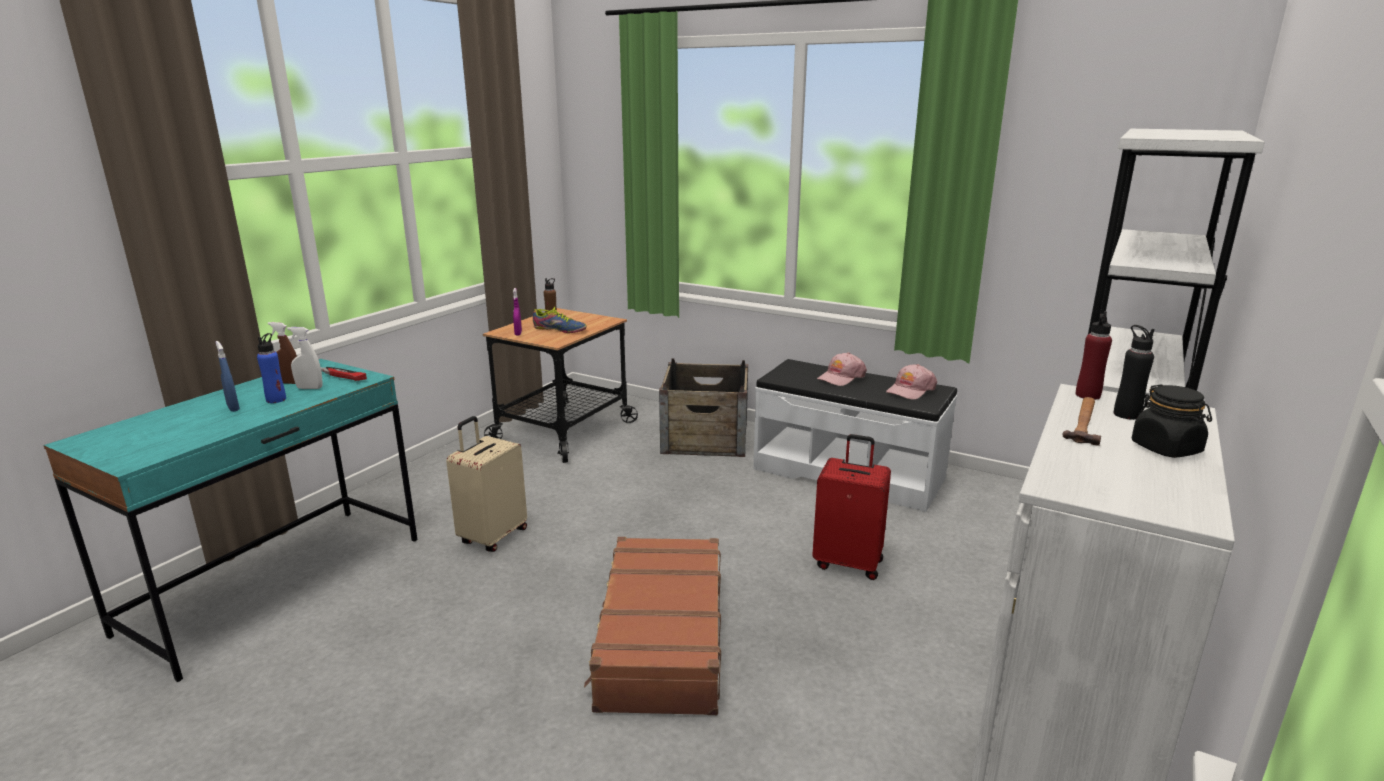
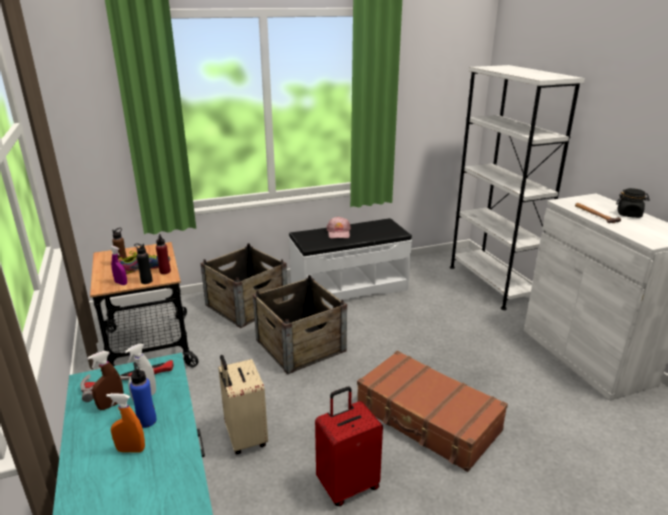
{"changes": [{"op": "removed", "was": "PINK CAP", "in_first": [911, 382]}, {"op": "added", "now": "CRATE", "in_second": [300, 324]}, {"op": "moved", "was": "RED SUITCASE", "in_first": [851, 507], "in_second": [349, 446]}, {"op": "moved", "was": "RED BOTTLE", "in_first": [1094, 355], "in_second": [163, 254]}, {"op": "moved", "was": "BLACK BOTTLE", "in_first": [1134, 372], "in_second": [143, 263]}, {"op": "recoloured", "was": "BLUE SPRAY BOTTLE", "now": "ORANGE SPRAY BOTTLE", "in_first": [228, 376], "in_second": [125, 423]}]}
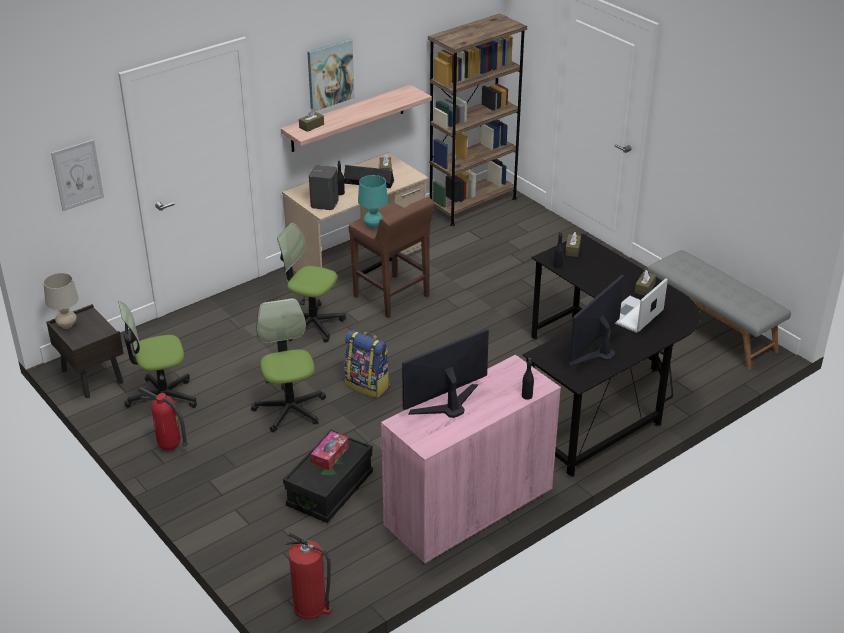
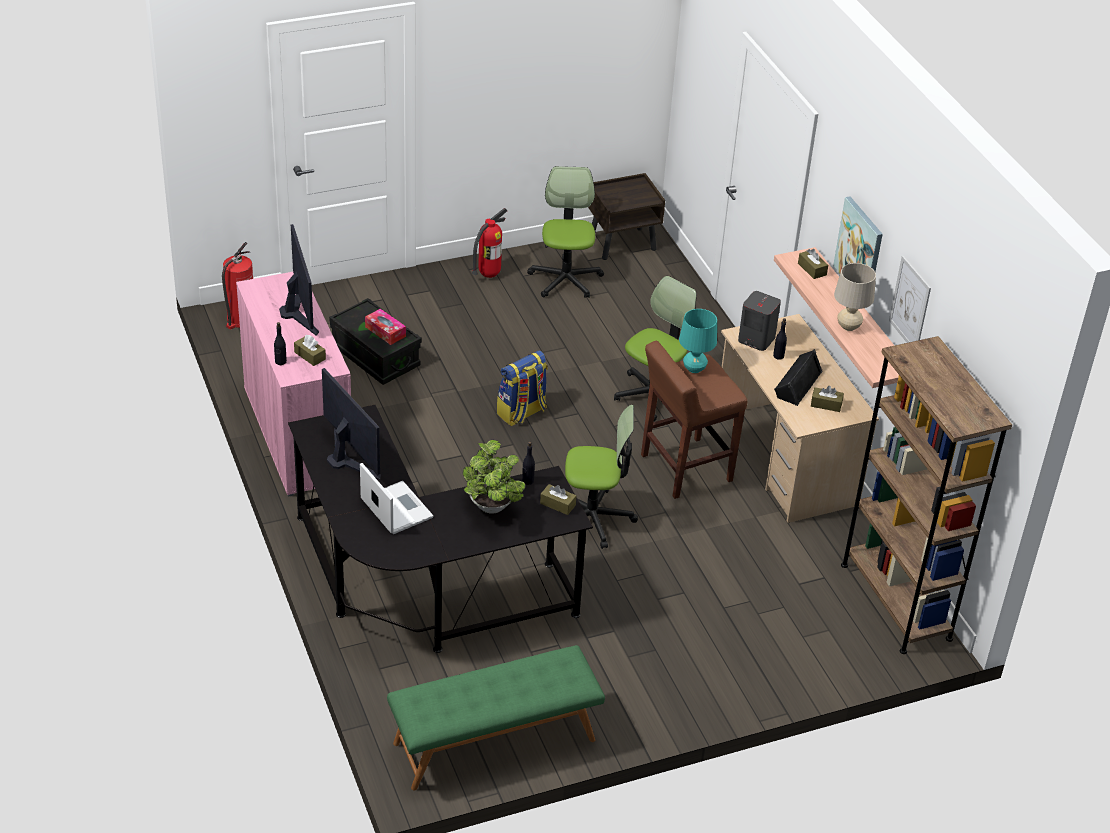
{"changes": [{"op": "added", "now": "POTTED PLANT", "in_second": [494, 477]}, {"op": "moved", "was": "BEIGE TABLE LAMP", "in_first": [61, 301], "in_second": [855, 297]}, {"op": "moved", "was": "PICTURE", "in_first": [77, 175], "in_second": [910, 299]}, {"op": "moved", "was": "OFFICE CHAIR", "in_first": [288, 365], "in_second": [601, 477]}, {"op": "moved", "was": "BROWN TISSUE BOX", "in_first": [645, 283], "in_second": [310, 350]}, {"op": "recoloured", "was": "GREY BENCH", "now": "GREEN BENCH", "in_first": [719, 310], "in_second": [496, 718]}]}
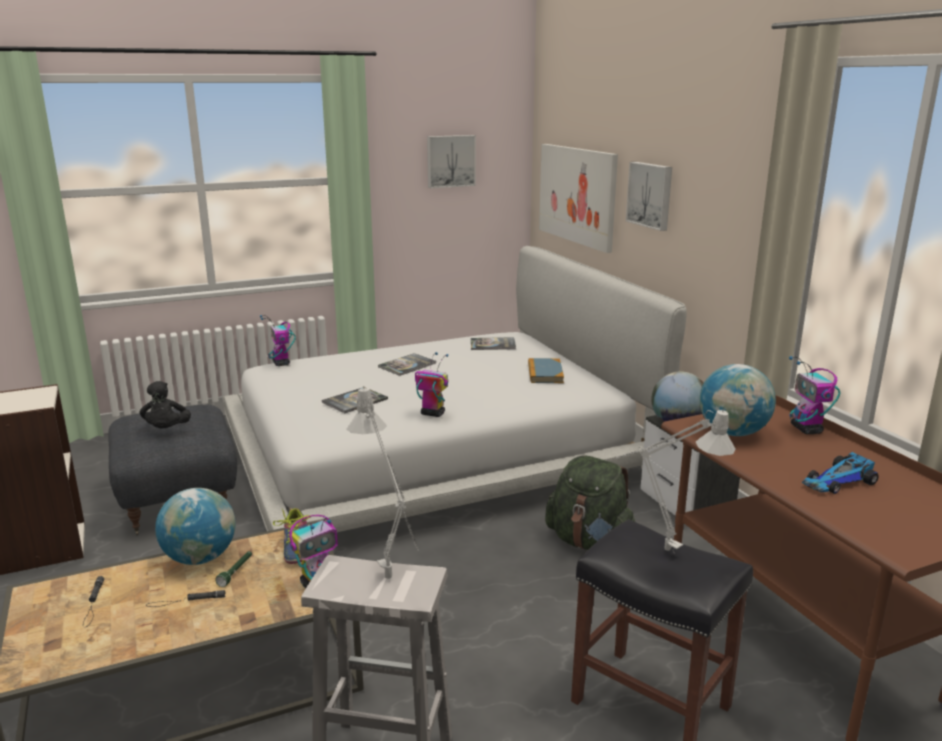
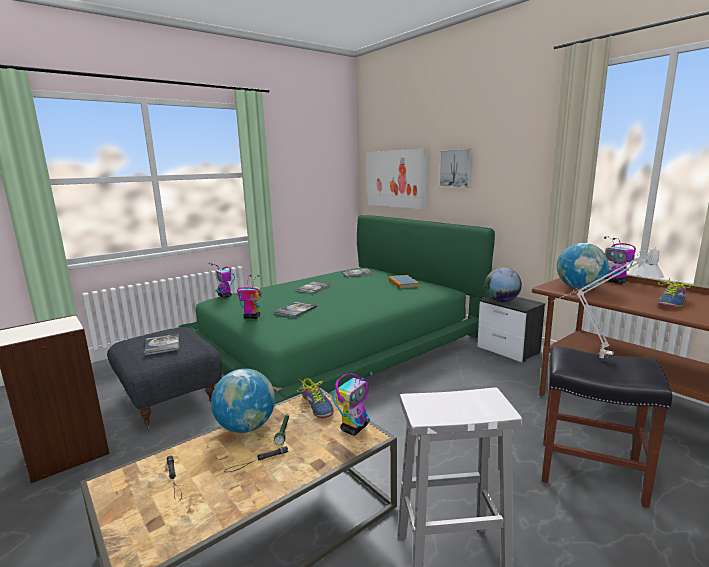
{"changes": [{"op": "removed", "was": "GREY TABLE LAMP", "in_first": [382, 482]}, {"op": "removed", "was": "PICTURE", "in_first": [451, 161]}, {"op": "removed", "was": "GREEN BACKPACK", "in_first": [590, 503]}, {"op": "moved", "was": "TOY ROBOT", "in_first": [431, 384], "in_second": [249, 297]}, {"op": "replaced", "was": "BLACK PLUSH TOY", "now": "BOOK", "in_first": [165, 405], "in_second": [162, 344]}, {"op": "replaced", "was": "TOY CAR", "now": "SHOE", "in_first": [840, 473], "in_second": [674, 292]}, {"op": "recoloured", "was": "WHITE BED", "now": "GREEN BED", "in_first": [455, 389], "in_second": [337, 309]}]}
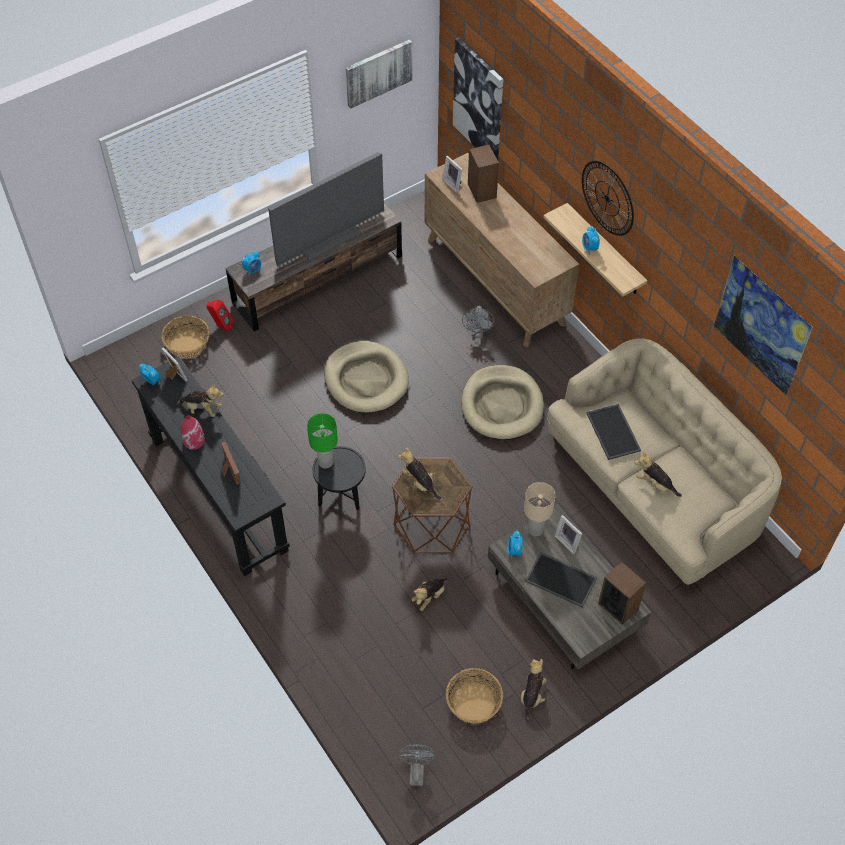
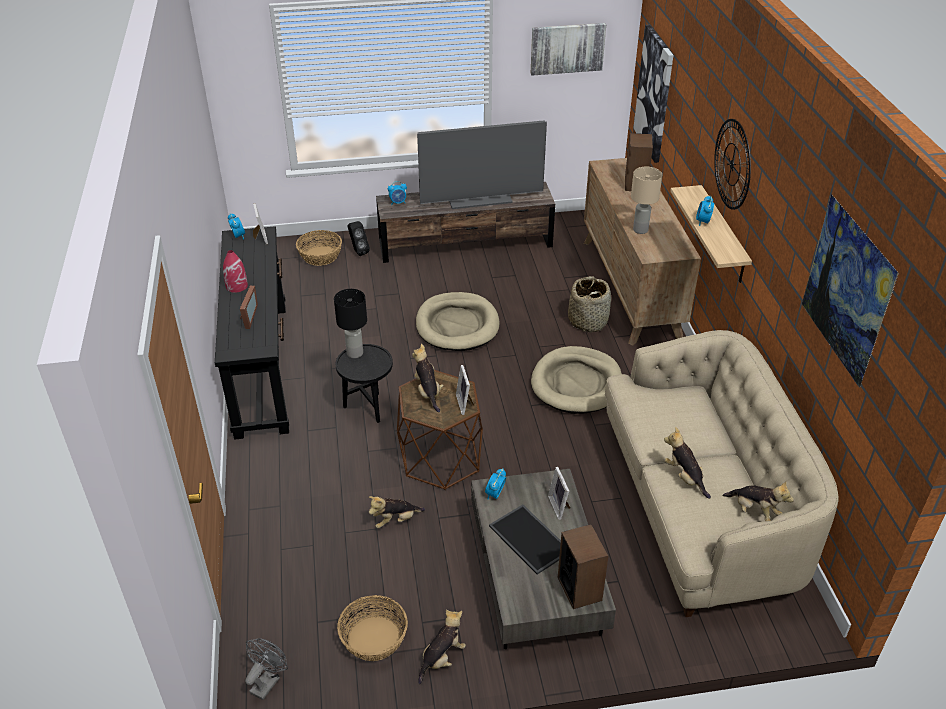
{"changes": [{"op": "removed", "was": "TRAY", "in_first": [613, 432]}, {"op": "moved", "was": "PLUSH TOY", "in_first": [200, 400], "in_second": [758, 501]}, {"op": "moved", "was": "PICTURE FRAME", "in_first": [452, 174], "in_second": [465, 390]}, {"op": "moved", "was": "BEIGE TABLE LAMP", "in_first": [540, 509], "in_second": [646, 200]}, {"op": "replaced", "was": "GREY FAN", "now": "BASKET", "in_first": [478, 322], "in_second": [589, 304]}, {"op": "recoloured", "was": "RED SPEAKER", "now": "BLACK SPEAKER", "in_first": [220, 316], "in_second": [359, 238]}, {"op": "recoloured", "was": "GREEN TABLE LAMP", "now": "BLACK TABLE LAMP", "in_first": [322, 440], "in_second": [350, 323]}]}
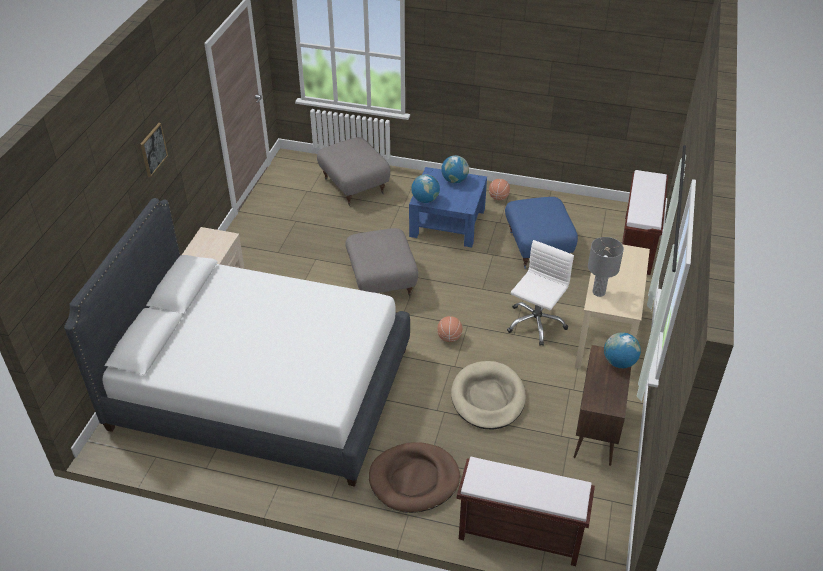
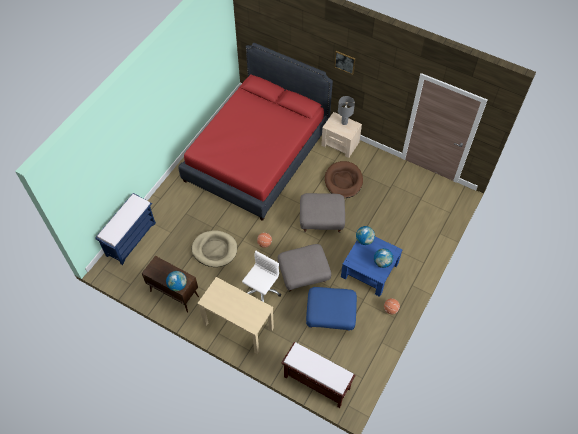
{"changes": [{"op": "moved", "was": "GREY OTTOMAN", "in_first": [353, 171], "in_second": [304, 268]}, {"op": "moved", "was": "BROWN DOG BED", "in_first": [414, 477], "in_second": [344, 179]}, {"op": "moved", "was": "GREY TABLE LAMP", "in_first": [606, 267], "in_second": [346, 110]}, {"op": "recoloured", "was": "WHITE BED", "now": "RED BED", "in_first": [237, 342], "in_second": [256, 132]}, {"op": "recoloured", "was": "BROWN BENCH", "now": "BLUE BENCH", "in_first": [525, 511], "in_second": [125, 229]}, {"op": "turned", "was": "WHITE OFFICE CHAIR", "in_first": [540, 293], "in_second": [261, 276], "clockwise": -105}]}
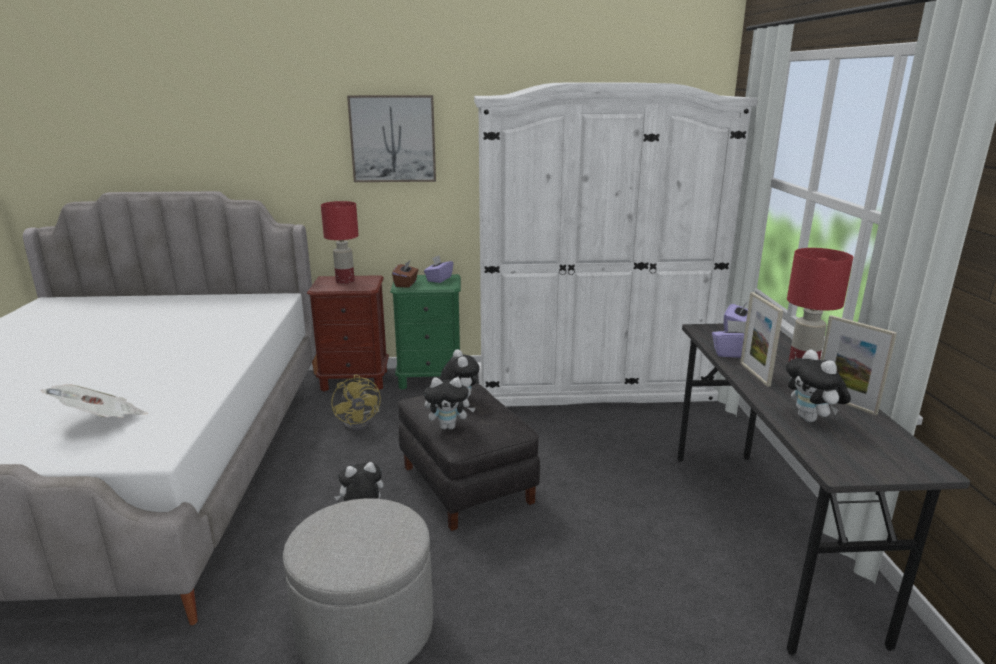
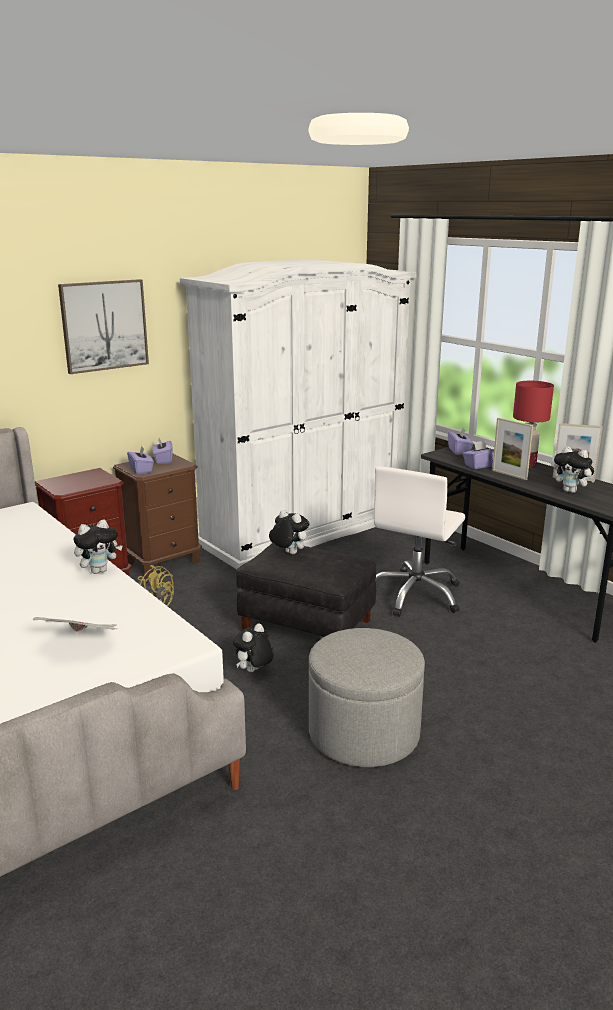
{"changes": [{"op": "removed", "was": "RED TABLE LAMP", "in_first": [340, 242]}, {"op": "added", "now": "WHITE OFFICE CHAIR", "in_second": [420, 541]}, {"op": "moved", "was": "PLUSH TOY", "in_first": [449, 404], "in_second": [98, 547]}, {"op": "recoloured", "was": "GREEN NIGHTSTAND", "now": "BROWN NIGHTSTAND", "in_first": [425, 332], "in_second": [157, 515]}, {"op": "recoloured", "was": "BROWN TISSUE BOX", "now": "PURPLE TISSUE BOX", "in_first": [405, 274], "in_second": [140, 460]}]}
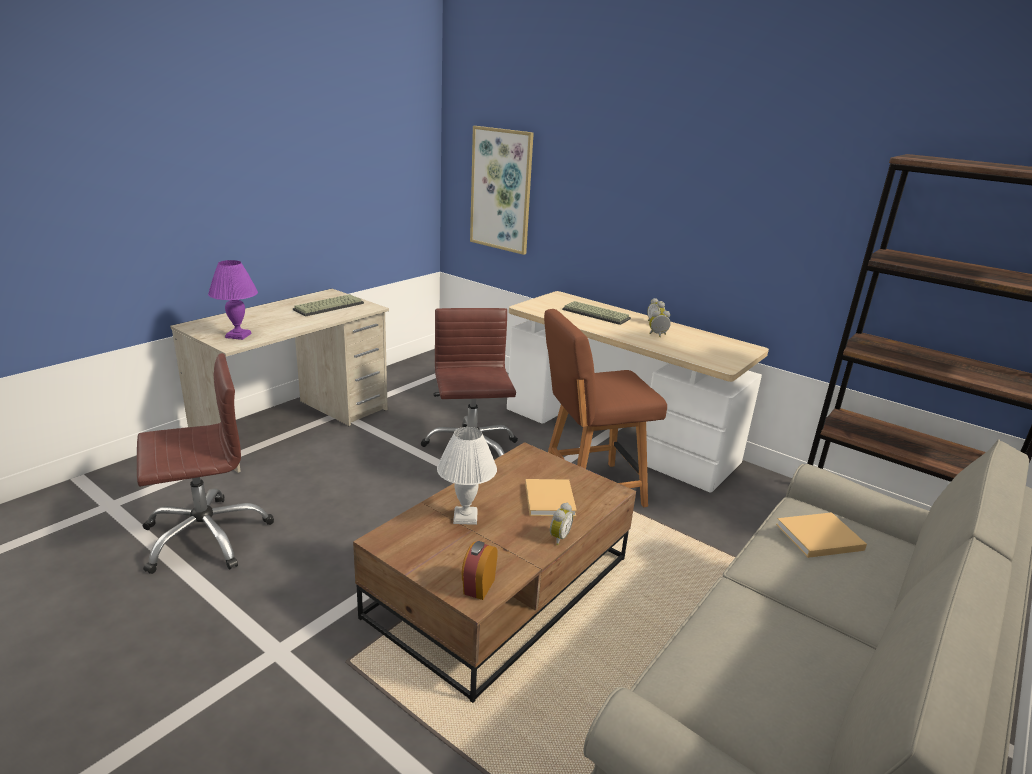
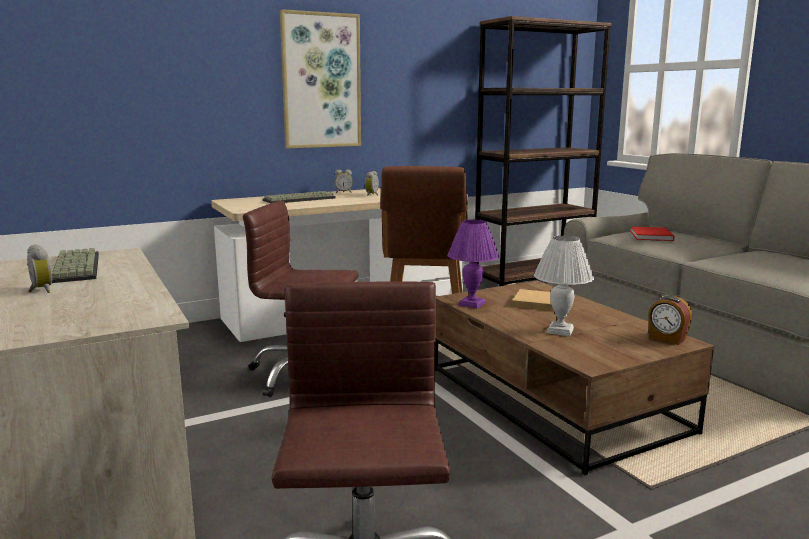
{"changes": [{"op": "moved", "was": "PURPLE TABLE LAMP", "in_first": [233, 300], "in_second": [473, 264]}, {"op": "moved", "was": "PICTURE", "in_first": [502, 190], "in_second": [320, 79]}, {"op": "moved", "was": "ALARM CLOCK", "in_first": [561, 524], "in_second": [39, 268]}, {"op": "recoloured", "was": "BEIGE BOOK", "now": "RED BOOK", "in_first": [821, 535], "in_second": [652, 234]}]}
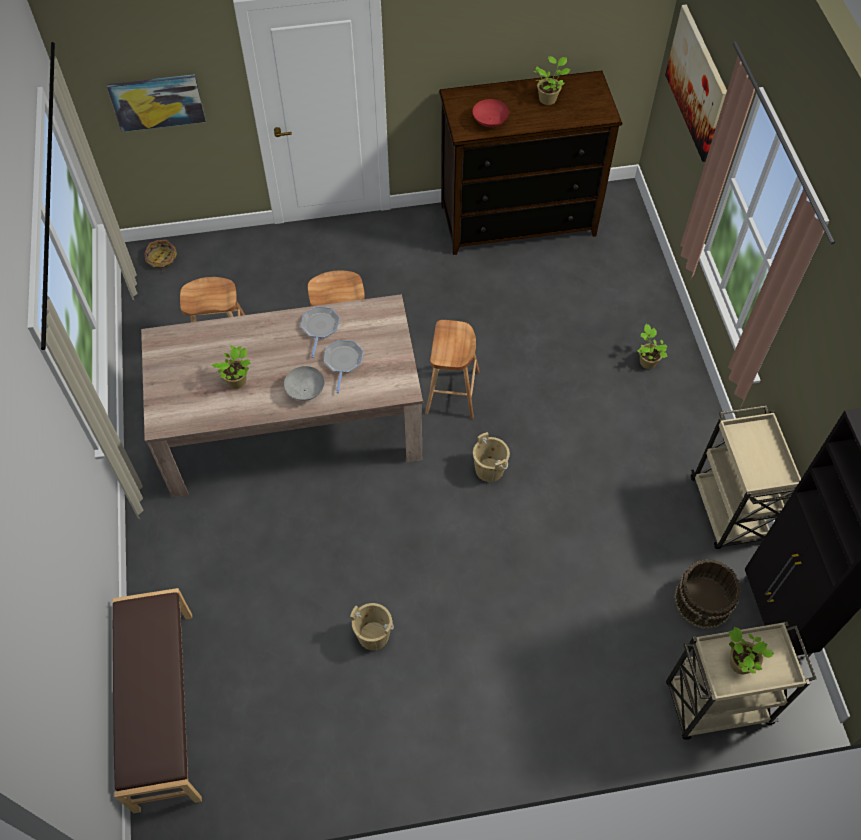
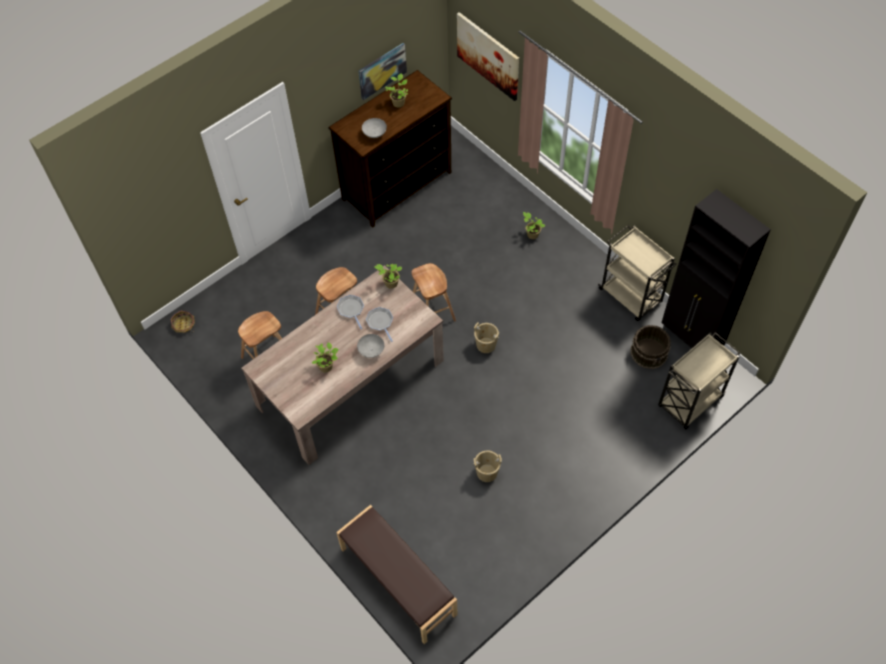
{"changes": [{"op": "moved", "was": "PICTURE", "in_first": [156, 103], "in_second": [382, 71]}, {"op": "moved", "was": "POTTED PLANT", "in_first": [751, 650], "in_second": [388, 276]}, {"op": "recoloured", "was": "RED BOWL", "now": "GREY BOWL", "in_first": [490, 113], "in_second": [374, 128]}]}
